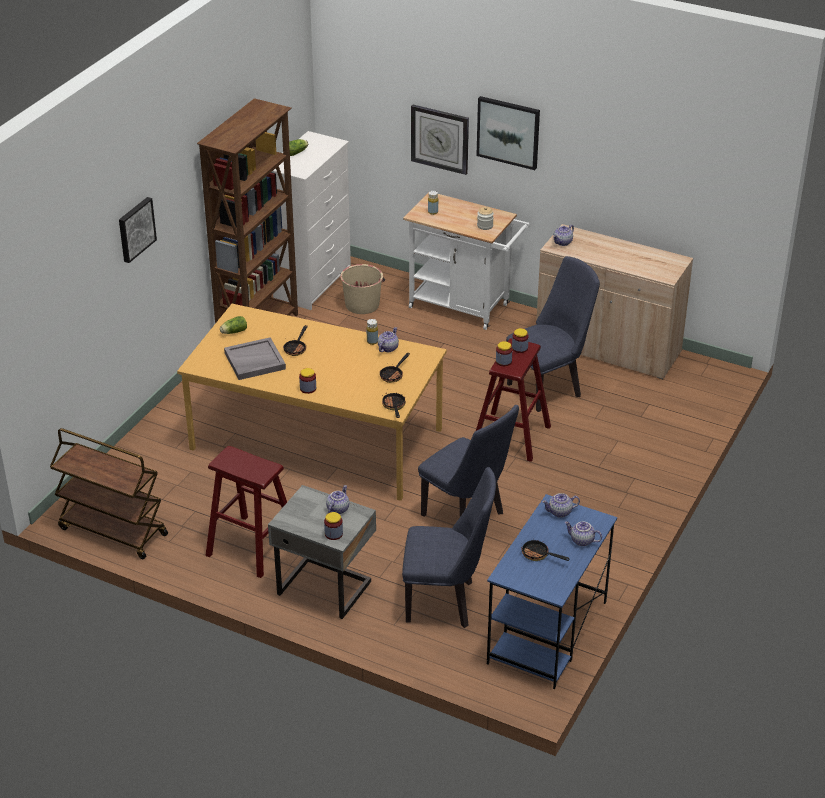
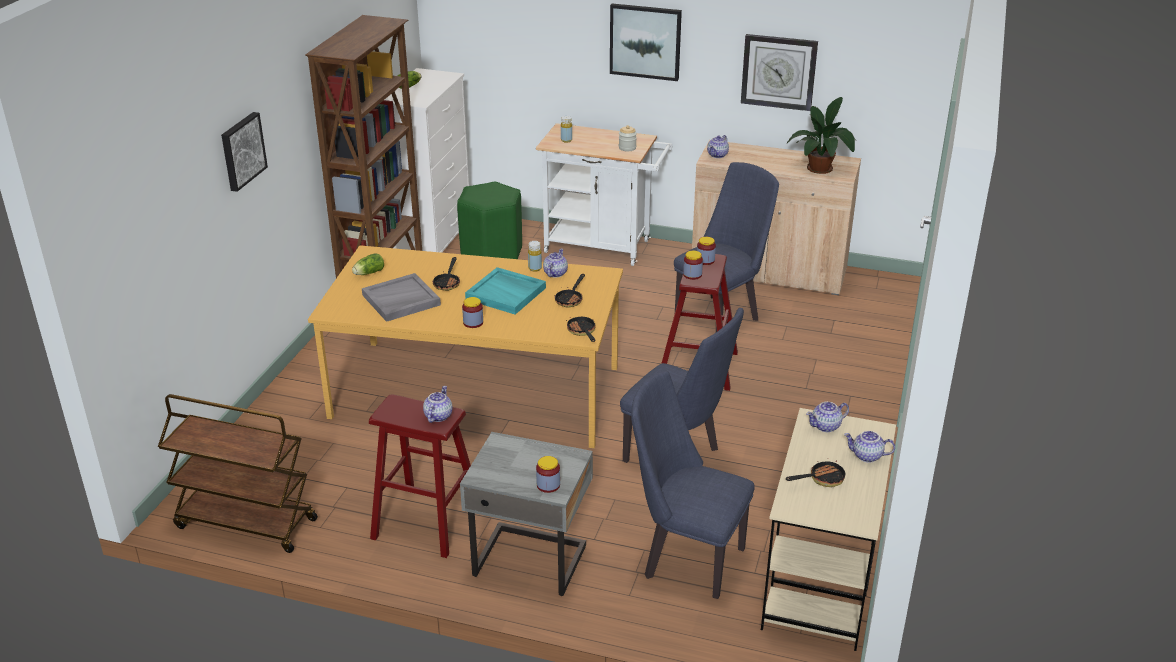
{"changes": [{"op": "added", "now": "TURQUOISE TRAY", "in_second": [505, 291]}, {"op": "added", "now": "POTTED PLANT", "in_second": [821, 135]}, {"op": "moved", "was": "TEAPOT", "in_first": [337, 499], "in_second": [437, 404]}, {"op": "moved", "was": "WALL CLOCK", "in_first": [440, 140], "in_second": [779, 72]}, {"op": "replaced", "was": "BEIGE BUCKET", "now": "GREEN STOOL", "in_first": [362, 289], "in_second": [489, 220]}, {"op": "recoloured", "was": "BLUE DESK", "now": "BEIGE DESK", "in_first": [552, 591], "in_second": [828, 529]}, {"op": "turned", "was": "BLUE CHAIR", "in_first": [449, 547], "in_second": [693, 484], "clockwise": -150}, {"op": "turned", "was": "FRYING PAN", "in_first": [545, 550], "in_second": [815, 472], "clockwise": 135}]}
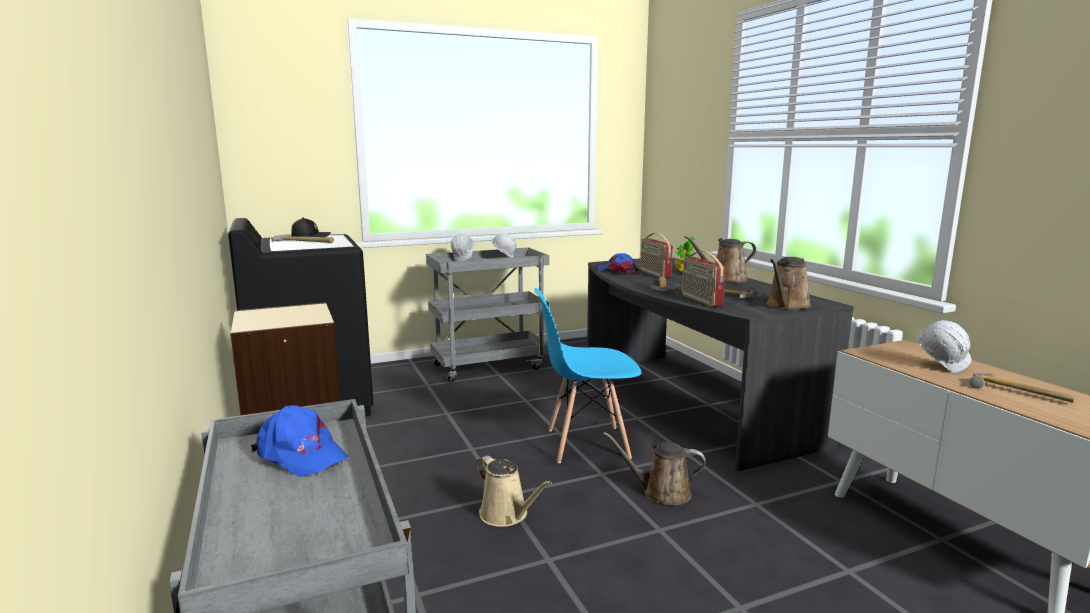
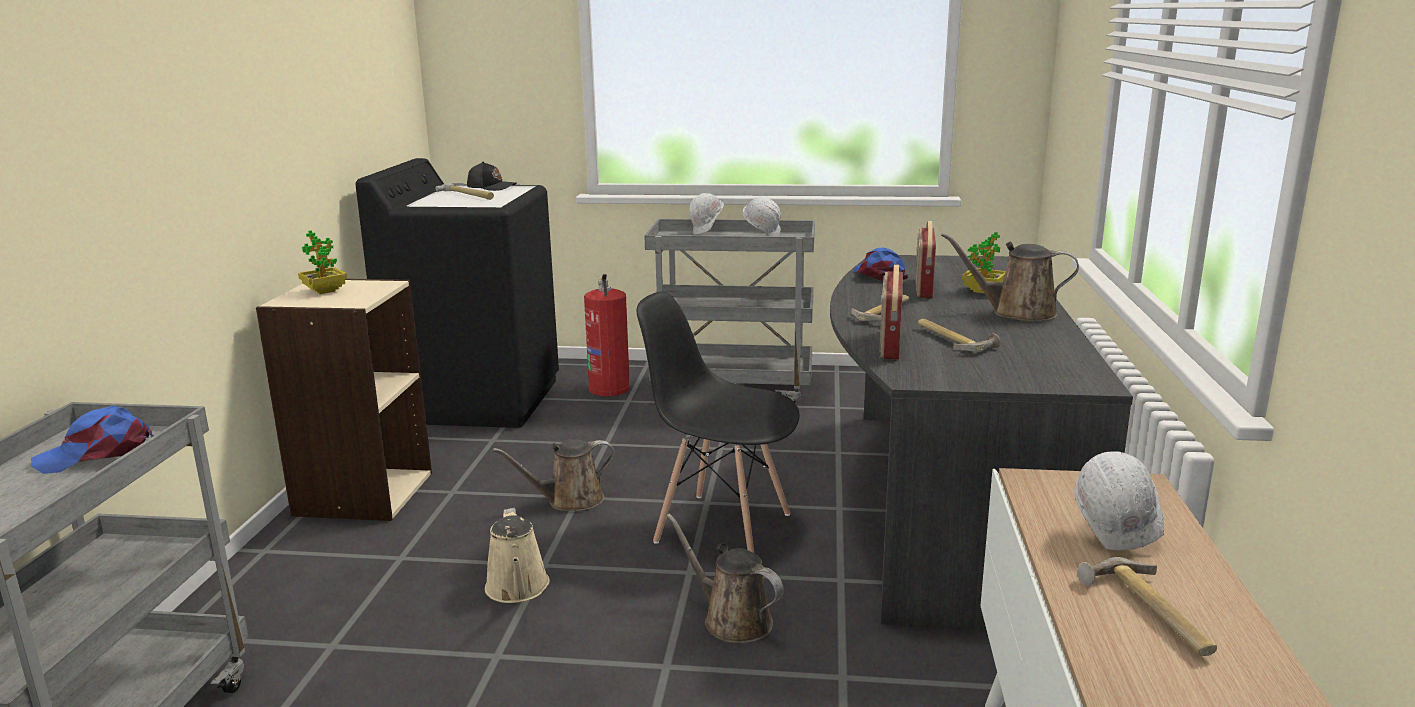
{"changes": [{"op": "added", "now": "POTTED PLANT", "in_second": [322, 262]}, {"op": "added", "now": "FIRE EXTINGUISHER", "in_second": [607, 335]}, {"op": "moved", "was": "BROWN WATERING CAN", "in_first": [788, 283], "in_second": [553, 475]}, {"op": "recoloured", "was": "BLUE CHAIR", "now": "BLACK CHAIR", "in_first": [588, 375], "in_second": [718, 422]}, {"op": "turned", "was": "BLUE CAP", "in_first": [299, 441], "in_second": [92, 440], "clockwise": 90}]}
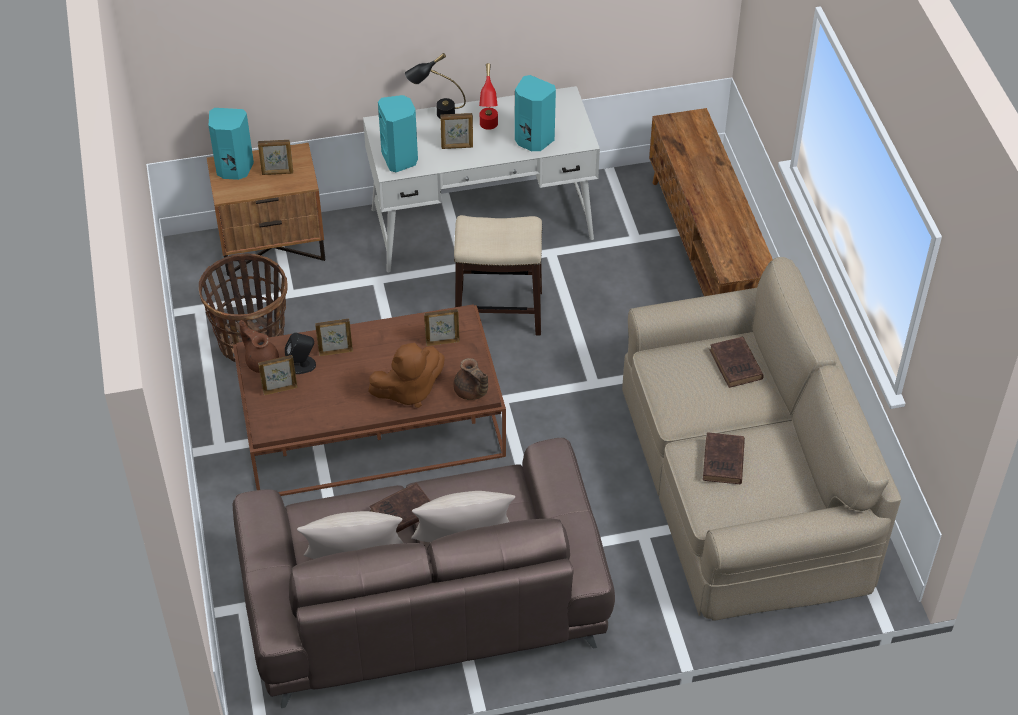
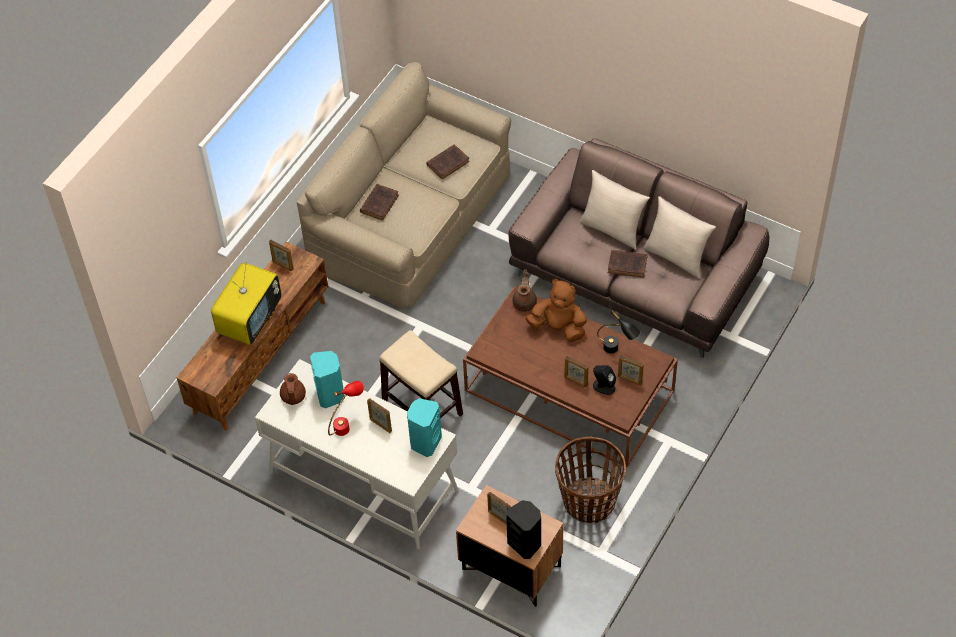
{"changes": [{"op": "added", "now": "TELEVISION", "in_second": [246, 303]}, {"op": "moved", "was": "BROWN TEAPOT", "in_first": [259, 346], "in_second": [293, 389]}, {"op": "moved", "was": "BLACK TABLE LAMP", "in_first": [435, 86], "in_second": [619, 332]}, {"op": "moved", "was": "PICTURE FRAME", "in_first": [442, 327], "in_second": [281, 255]}, {"op": "recoloured", "was": "TURQUOISE SPEAKER", "now": "BLACK SPEAKER", "in_first": [231, 144], "in_second": [523, 529]}]}
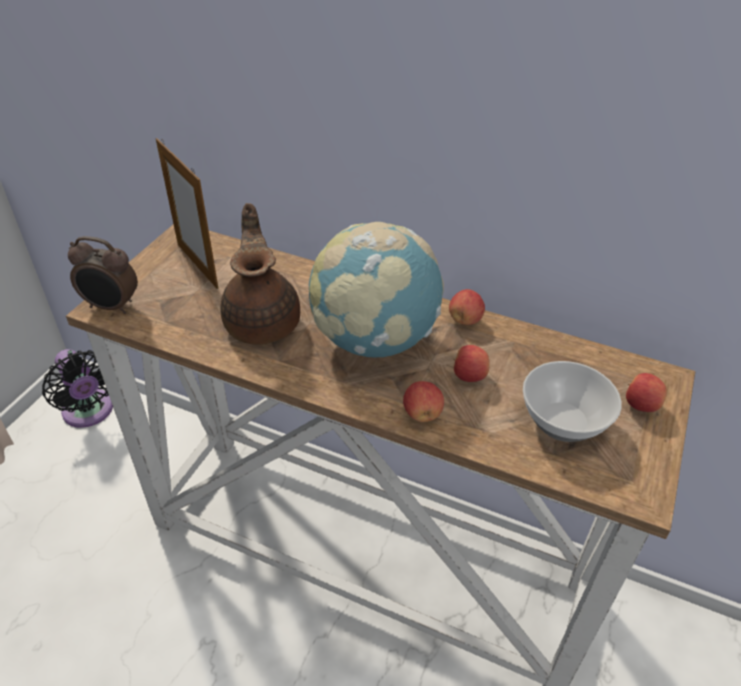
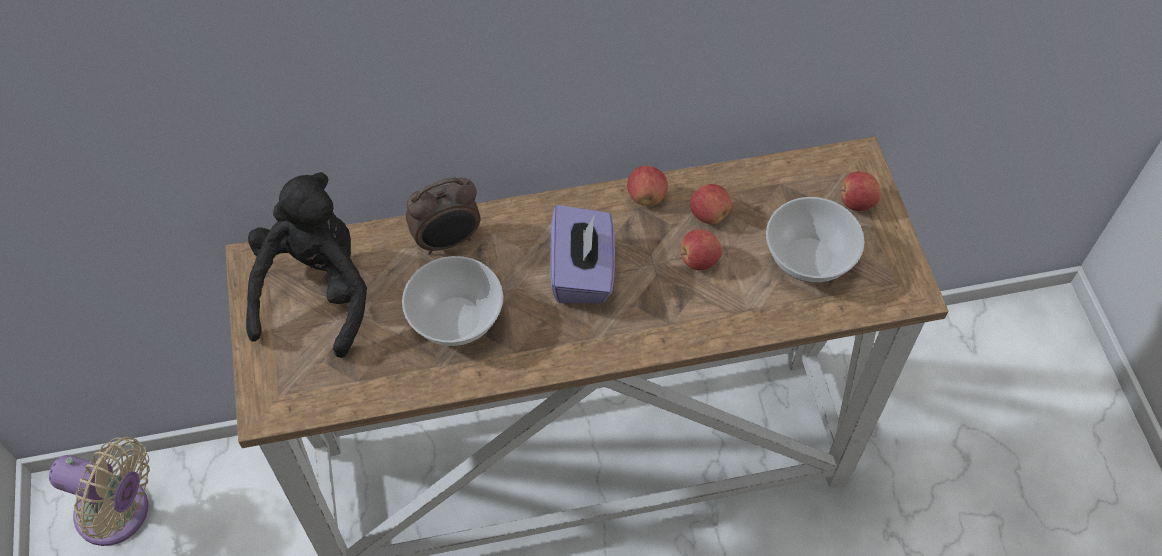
{"changes": [{"op": "moved", "was": "ALARM CLOCK", "in_first": [103, 275], "in_second": [443, 216]}, {"op": "moved", "was": "APPLE", "in_first": [423, 401], "in_second": [711, 204]}, {"op": "replaced", "was": "PICTURE FRAME", "now": "BLACK PLUSH TOY", "in_first": [187, 213], "in_second": [306, 265]}, {"op": "replaced", "was": "BROWN TEAPOT", "now": "BOWL", "in_first": [260, 274], "in_second": [452, 301]}, {"op": "replaced", "was": "GLOBE", "now": "PURPLE TISSUE BOX", "in_first": [376, 289], "in_second": [582, 254]}, {"op": "recoloured", "was": "BLACK FAN", "now": "BEIGE FAN", "in_first": [77, 388], "in_second": [99, 491]}]}
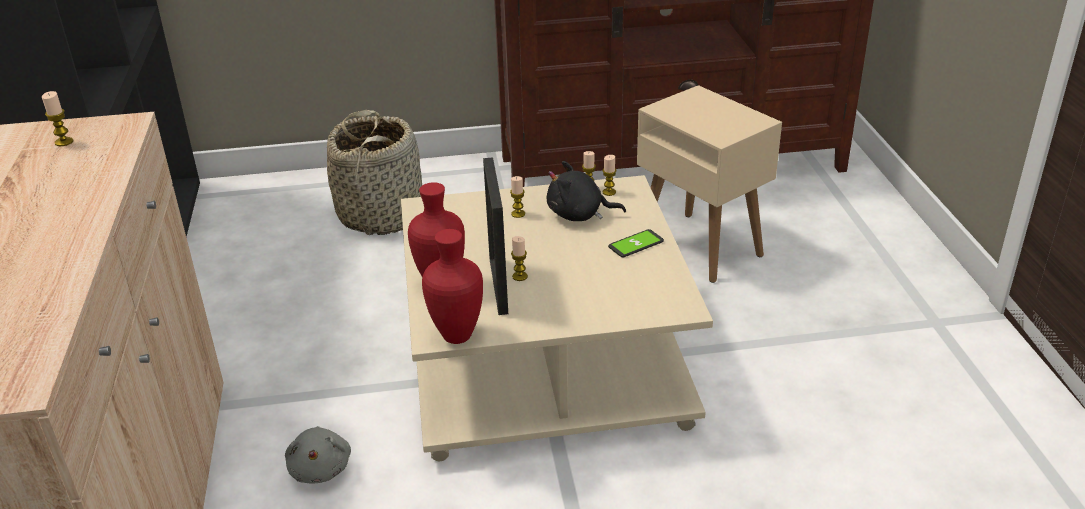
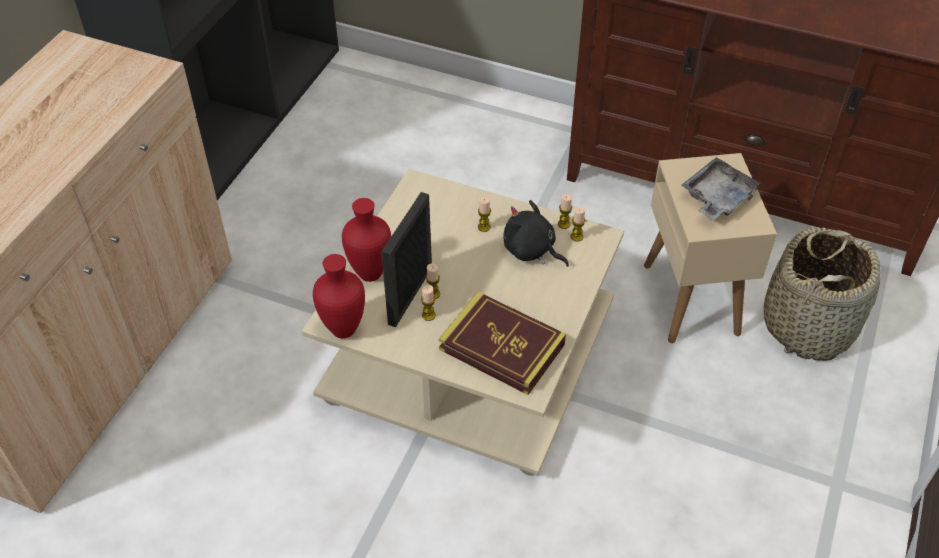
{"changes": [{"op": "removed", "was": "GREY PLUSH TOY", "in_first": [318, 454]}, {"op": "removed", "was": "PHONE", "in_first": [636, 243]}, {"op": "added", "now": "BOOK", "in_second": [502, 343]}, {"op": "added", "now": "GREY TRAY", "in_second": [722, 188]}, {"op": "moved", "was": "CANDLE", "in_first": [57, 118], "in_second": [428, 303]}, {"op": "moved", "was": "BASKET", "in_first": [374, 172], "in_second": [822, 294]}]}
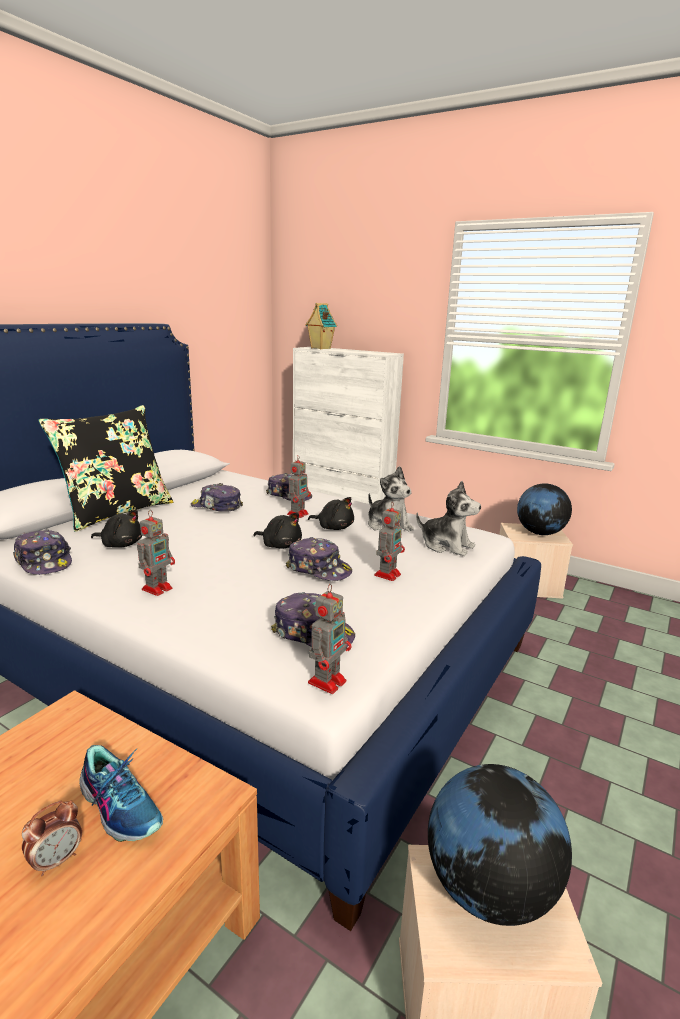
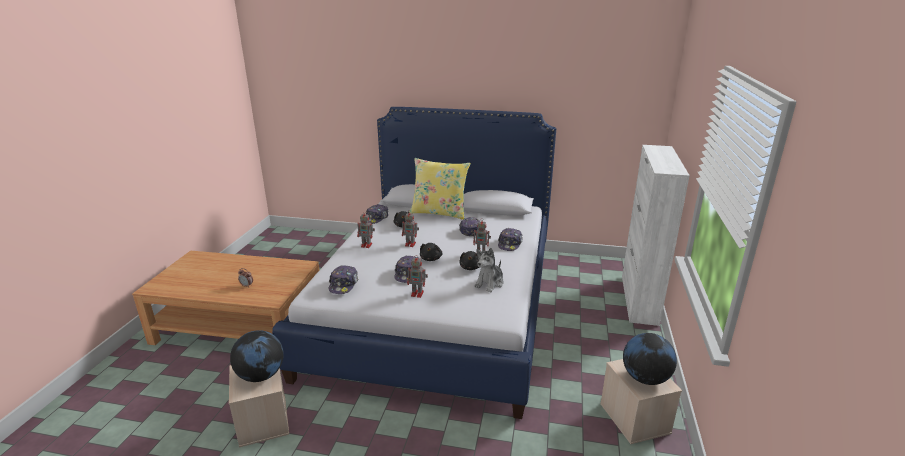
{"changes": [{"op": "removed", "was": "SHOE", "in_first": [121, 793]}, {"op": "removed", "was": "TOY HOUSE", "in_first": [321, 326]}, {"op": "removed", "was": "PLUSH TOY", "in_first": [448, 518]}, {"op": "moved", "was": "TOY ROBOT", "in_first": [330, 639], "in_second": [410, 228]}, {"op": "recoloured", "was": "BLACK PILLOW", "now": "YELLOW PILLOW", "in_first": [105, 468], "in_second": [440, 189]}]}
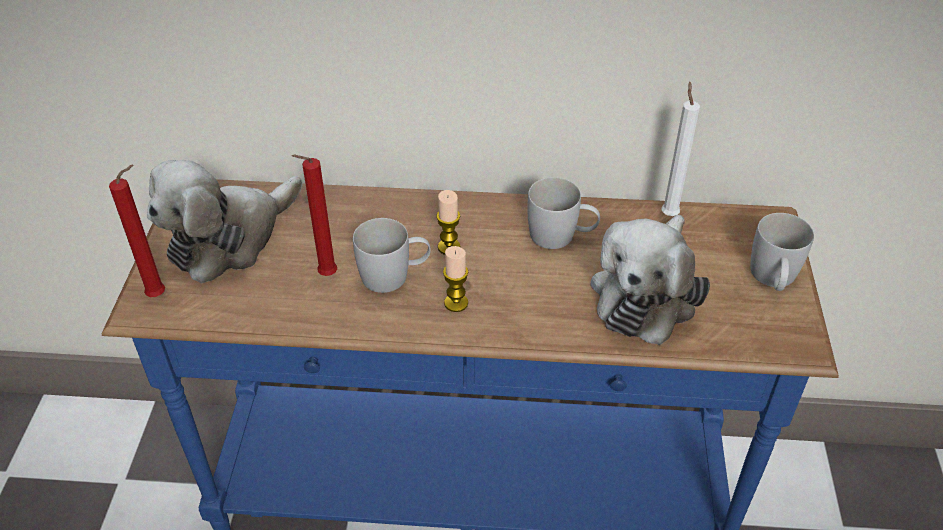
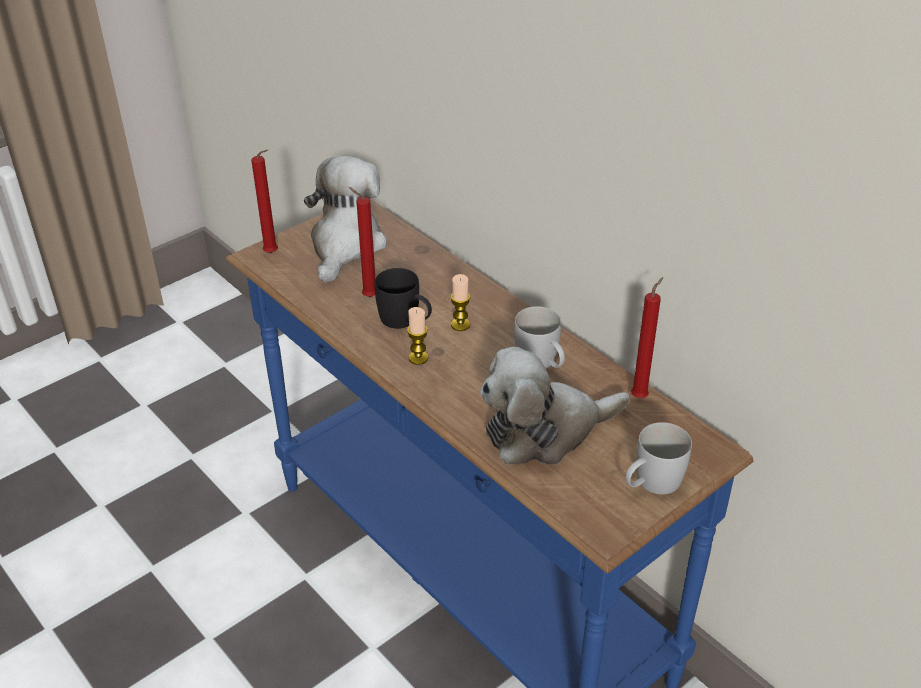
{"changes": [{"op": "recoloured", "was": "WHITE MUG", "now": "BLACK MUG", "in_first": [392, 255], "in_second": [403, 298]}, {"op": "recoloured", "was": "WHITE CANDLE", "now": "RED CANDLE", "in_first": [680, 149], "in_second": [647, 337]}, {"op": "turned", "was": "PLUSH TOY", "in_first": [224, 222], "in_second": [345, 219], "clockwise": 105}]}
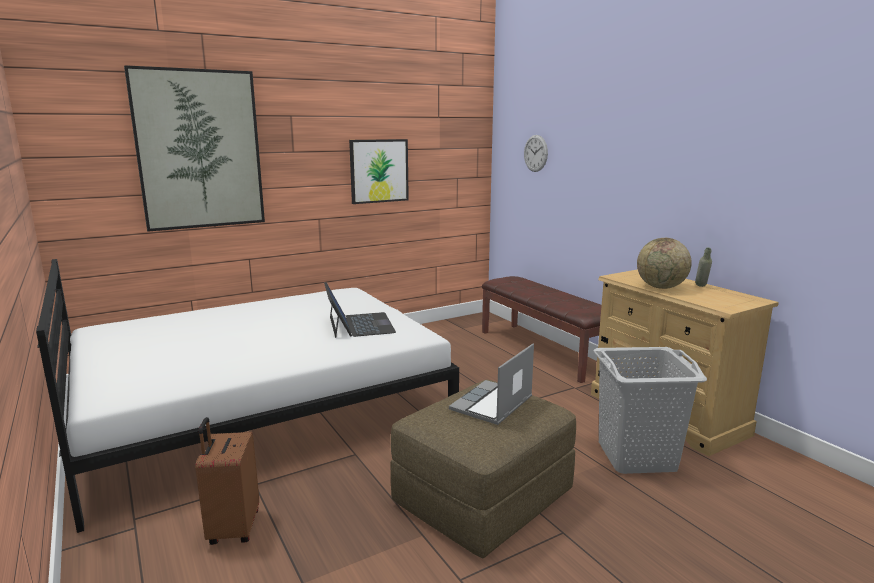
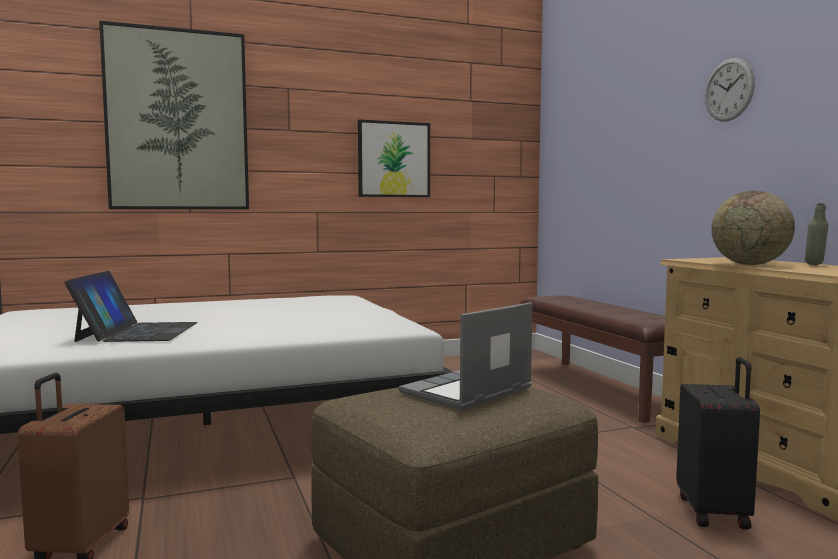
{"changes": [{"op": "moved", "was": "LAPTOP", "in_first": [360, 310], "in_second": [131, 306]}, {"op": "moved", "was": "WALL CLOCK", "in_first": [536, 153], "in_second": [730, 89]}, {"op": "replaced", "was": "GREY LAUNDRY BASKET", "now": "BLACK SUITCASE", "in_first": [650, 410], "in_second": [718, 443]}]}
